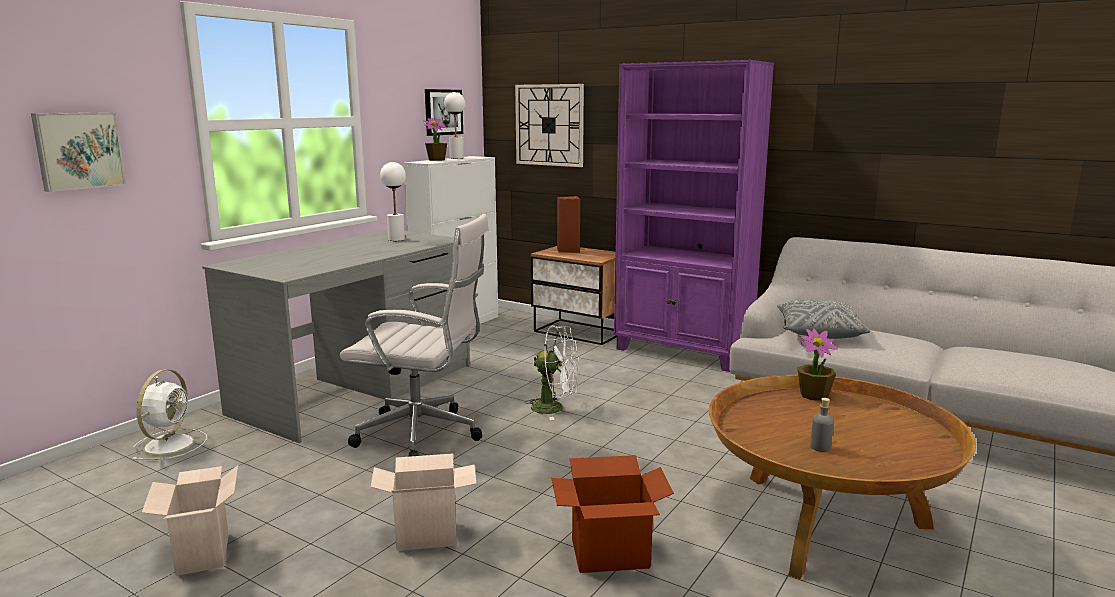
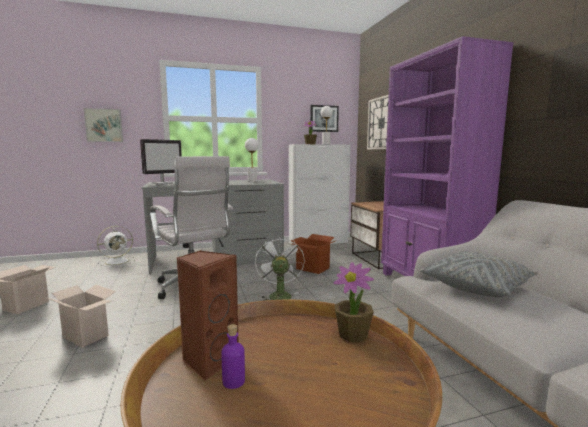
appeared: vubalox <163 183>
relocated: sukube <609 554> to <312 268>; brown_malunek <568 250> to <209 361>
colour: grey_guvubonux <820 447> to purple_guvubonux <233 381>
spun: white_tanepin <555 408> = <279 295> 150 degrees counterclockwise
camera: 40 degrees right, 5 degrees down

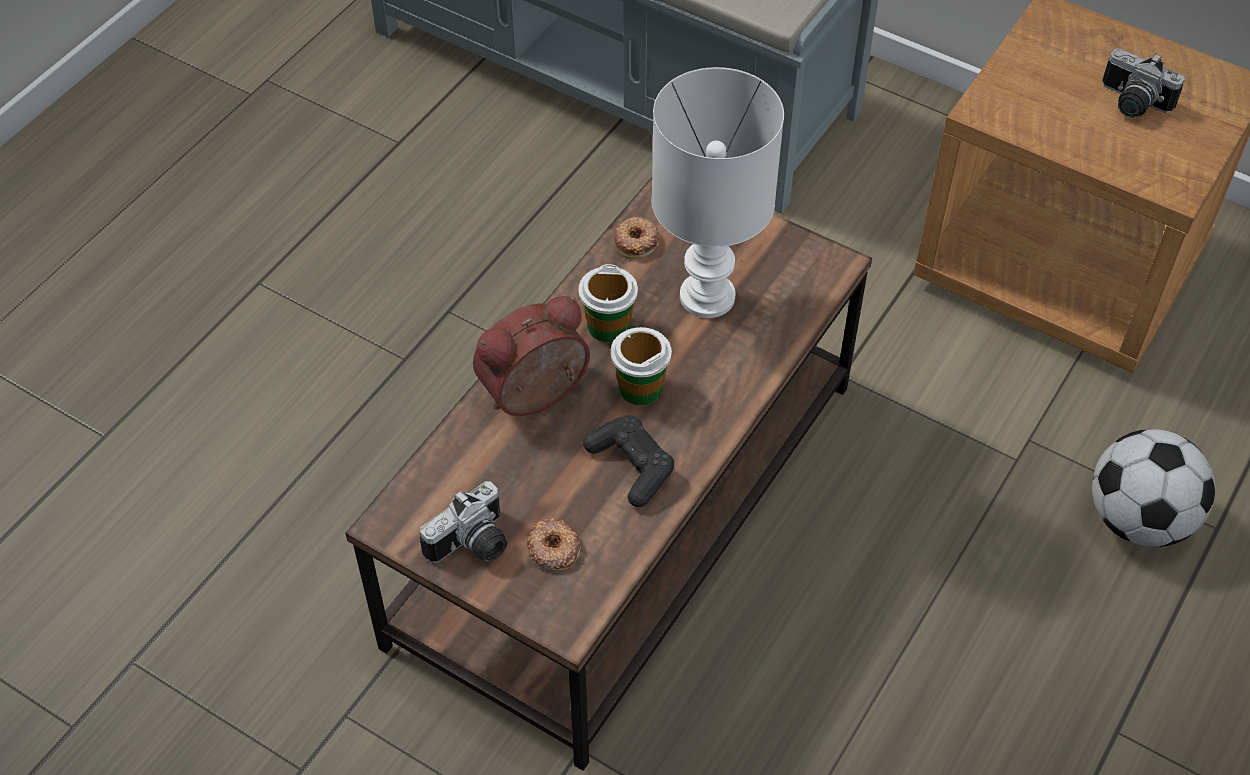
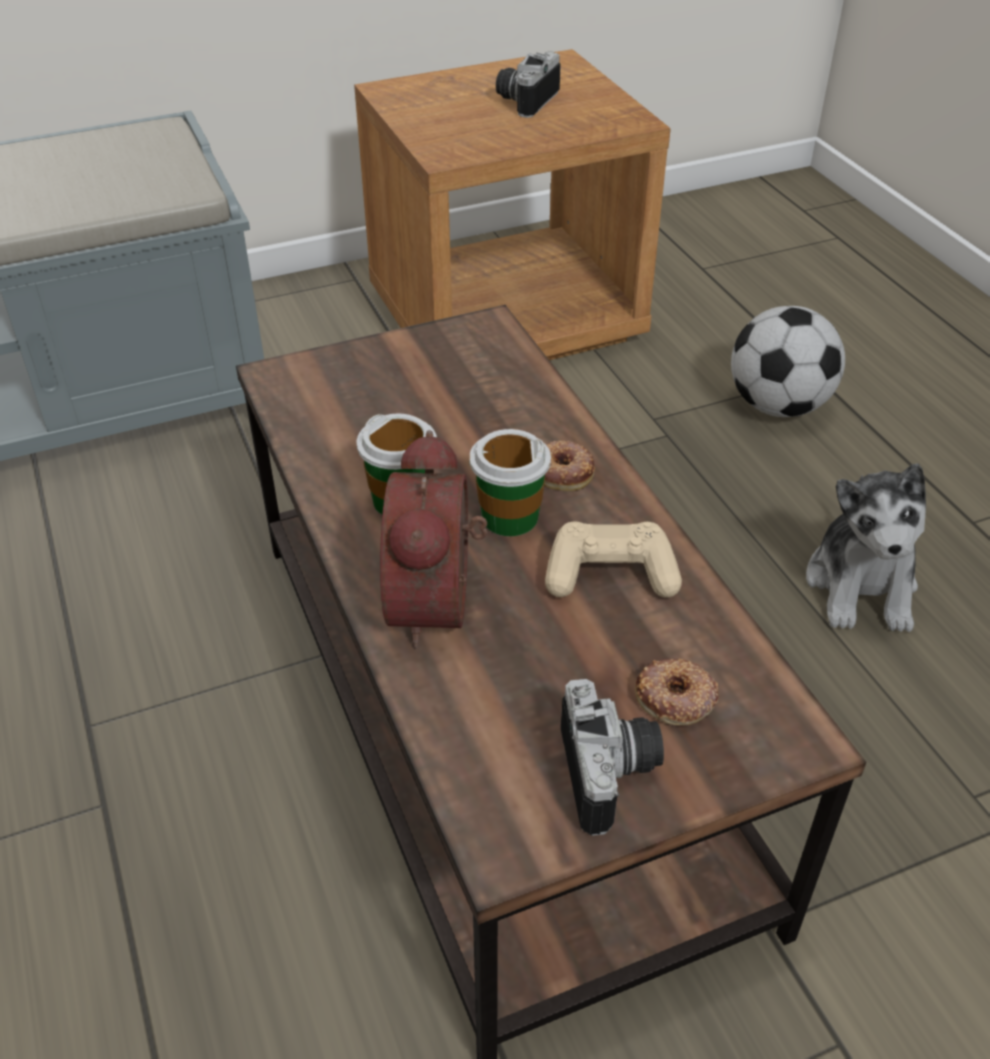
missing: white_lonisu <708 298>
appeared: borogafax <861 586>
relocated: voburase <636 241> to <562 471>
colour: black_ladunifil <631 466> to beige_ladunifil <610 574>
spun: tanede <1131 104> = <524 100> 135 degrees clockwise
camera: 55 degrees left, 10 degrees down

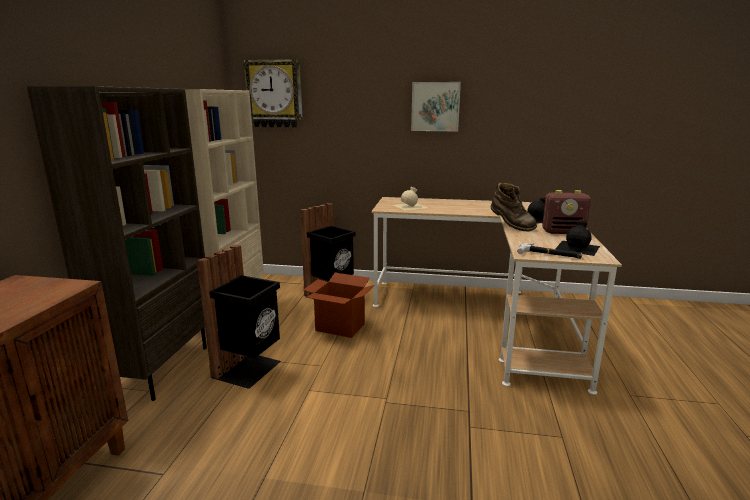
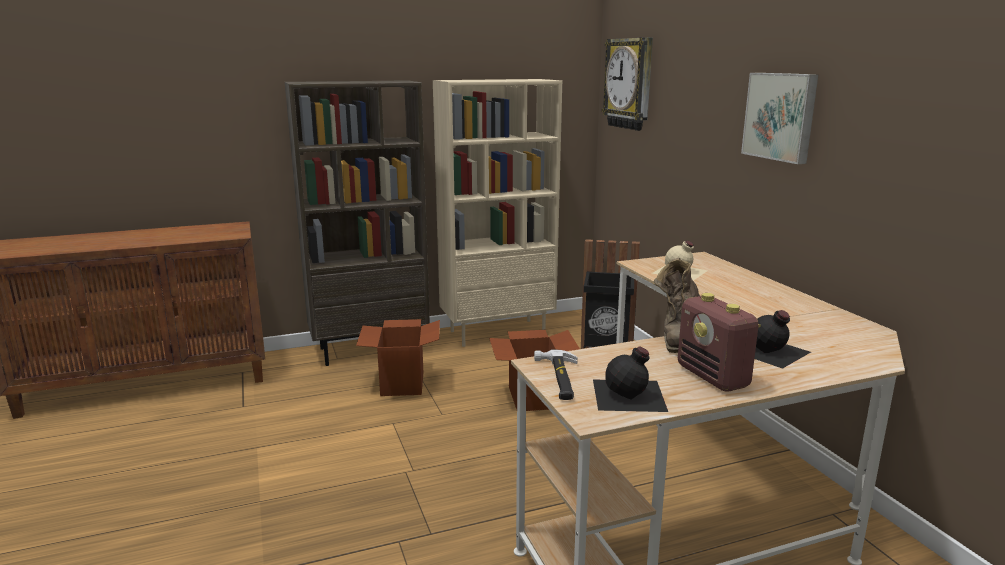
exchanged: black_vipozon <250 369> to sukube <402 383>
camera: 60 degrees right, 0 degrees up

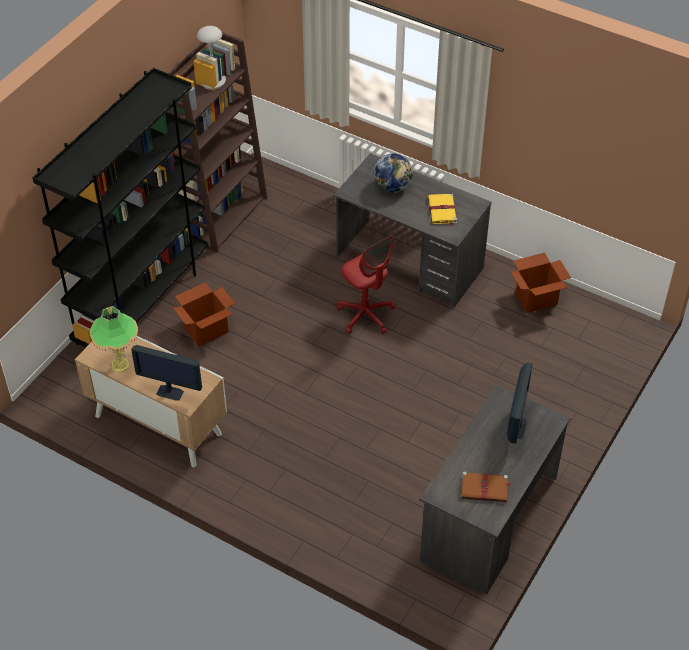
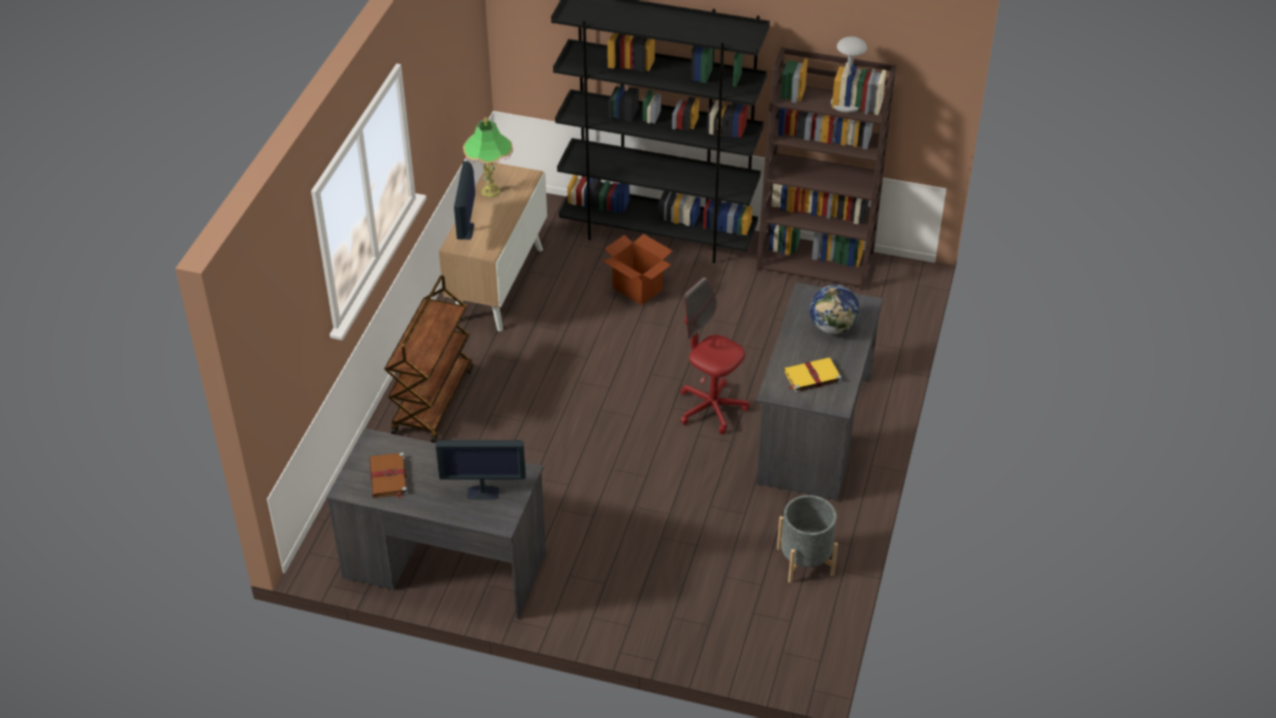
appeared: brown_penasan <432 400>
exchanged: sukube <536 299> to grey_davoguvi <805 561>
spun: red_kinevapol <365 315> = <711 408> 90 degrees clockwise
camera: 75 degrees right, 5 degrees down

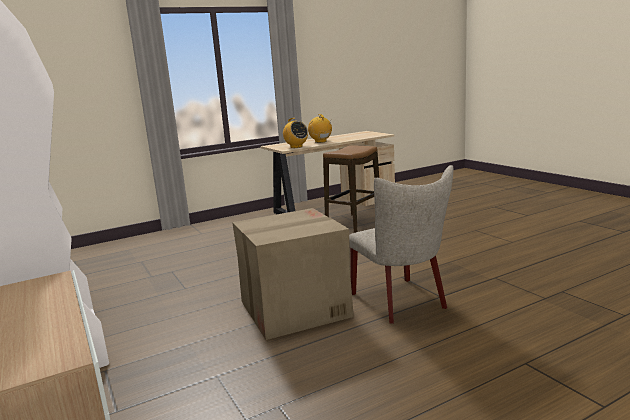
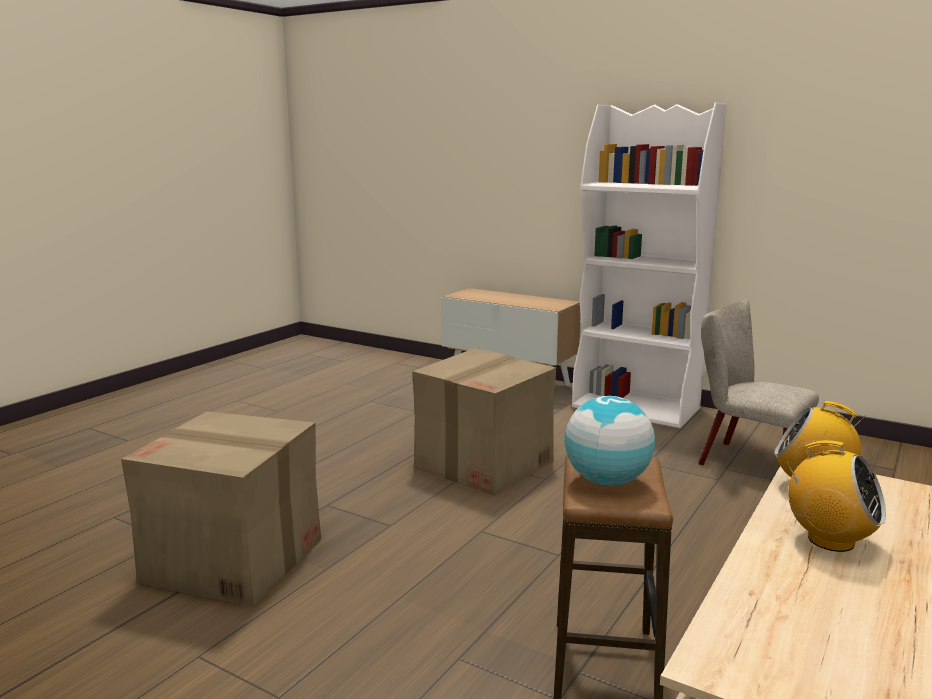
appeared: sukube <235 560>; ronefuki <606 481>
relocated: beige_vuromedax <402 302> to <746 462>
camera: 150 degrees right, 0 degrees up

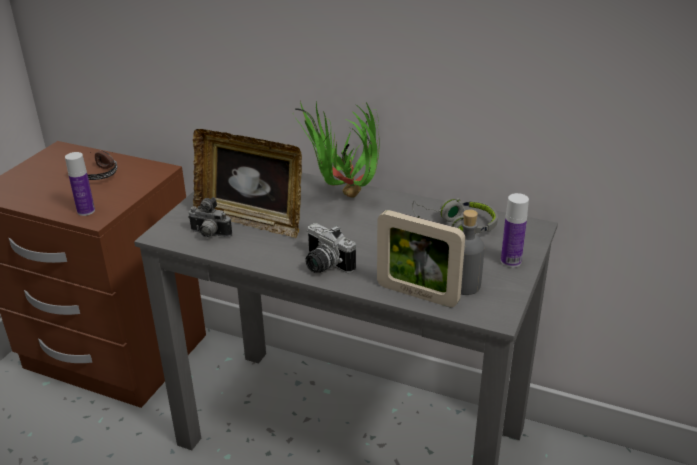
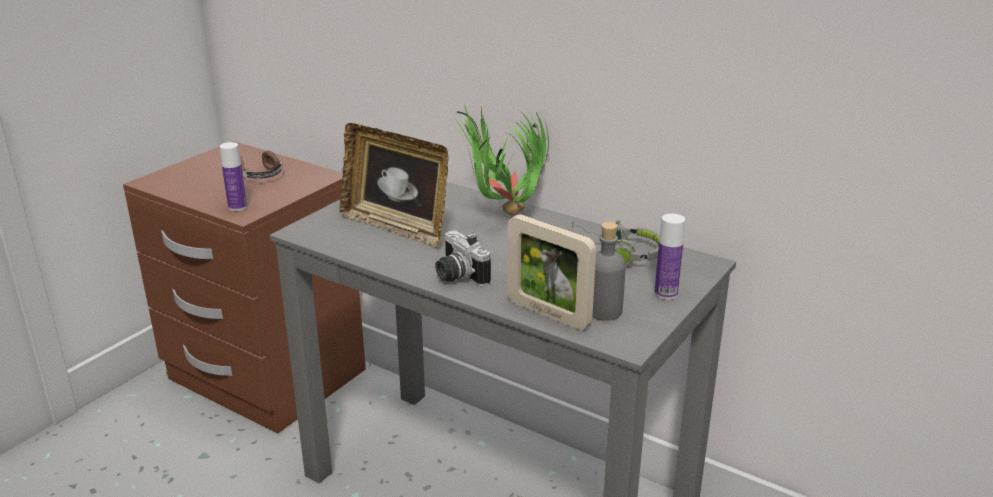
missing: tanede <209 235>
camera: 10 degrees right, 5 degrees down

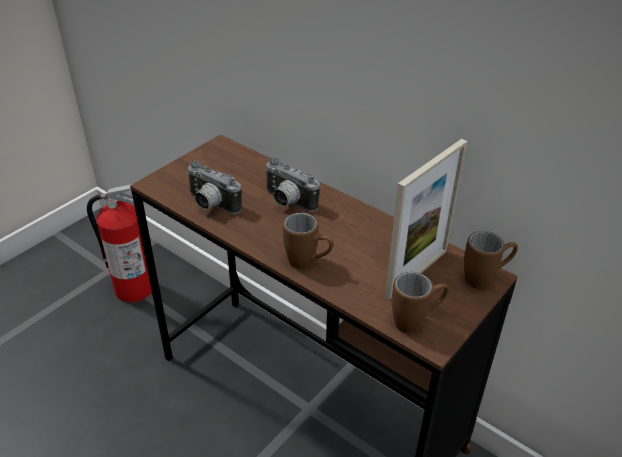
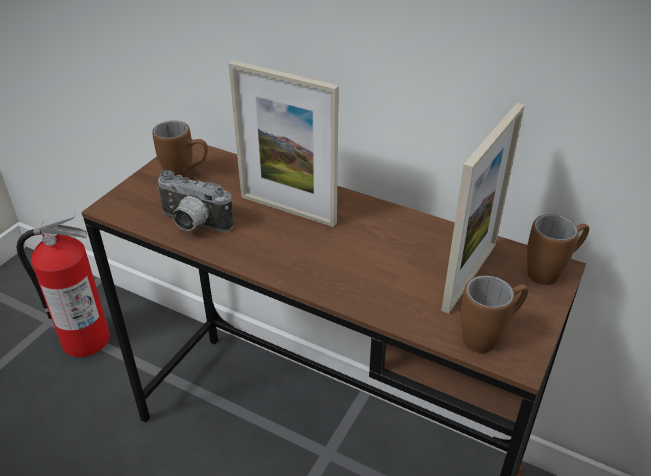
relocated: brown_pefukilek <308 263> to <186 175>
exchanged: tanede <287 202> to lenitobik <287 210>
camera: 10 degrees left, 0 degrees up

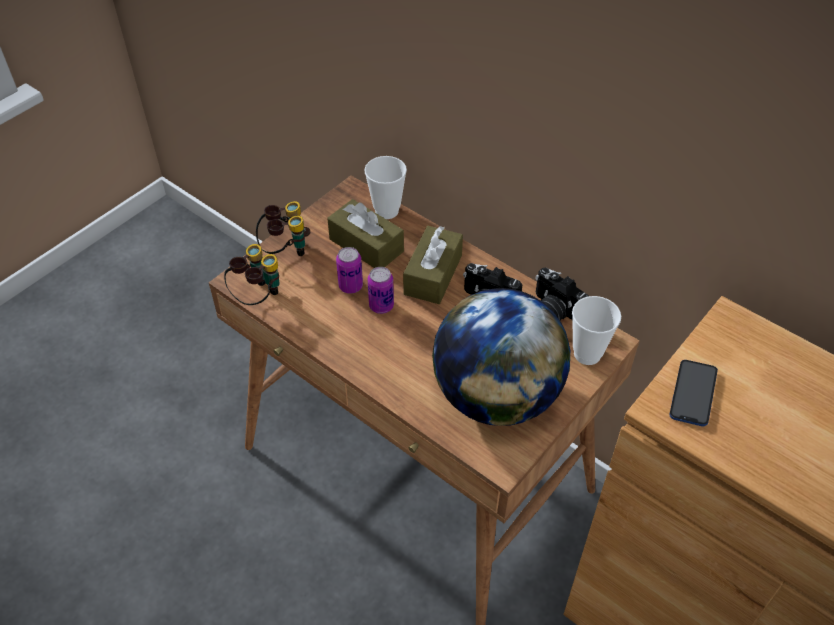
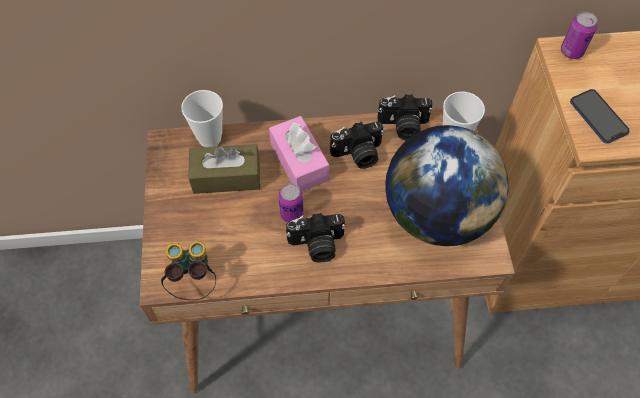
missing: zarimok <285 250>
appeared: tanede <317 245>
relocated: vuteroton <350 286> to <571 52>
colour: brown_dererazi <433 275> to pink_dererazi <299 162>
camera: 45 degrees left, 10 degrees up

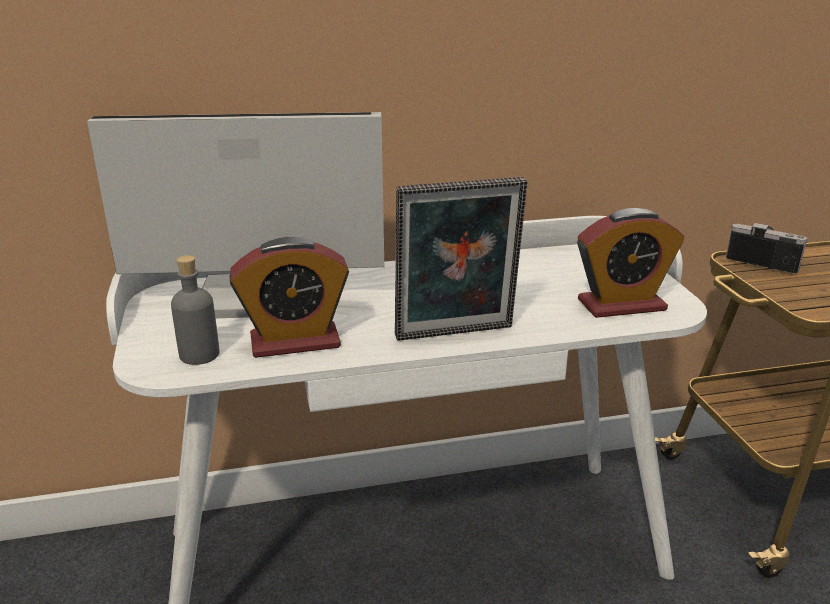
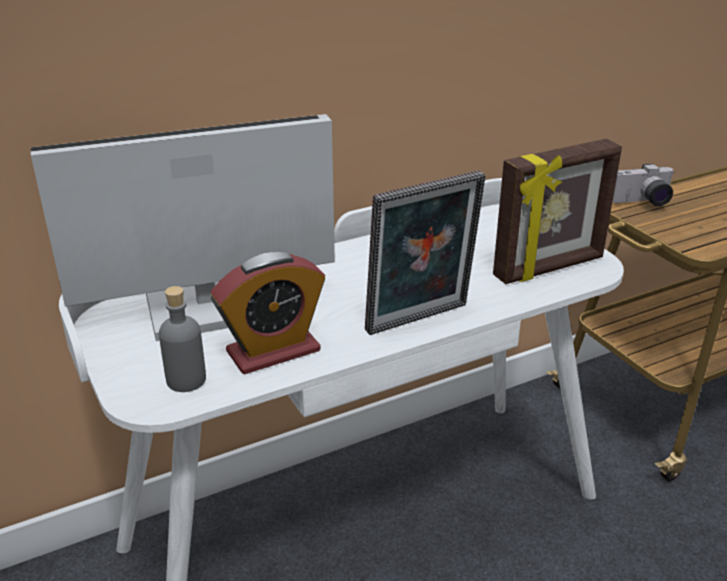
exchanged: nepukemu <621 305> to lenitobik <549 268>
spun: tanede <764 259> = <642 202> 150 degrees clockwise
camera: 15 degrees left, 5 degrees up

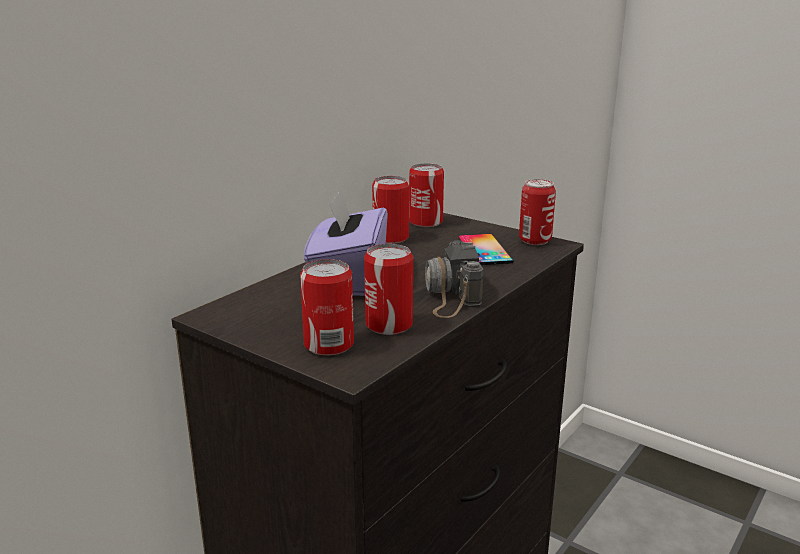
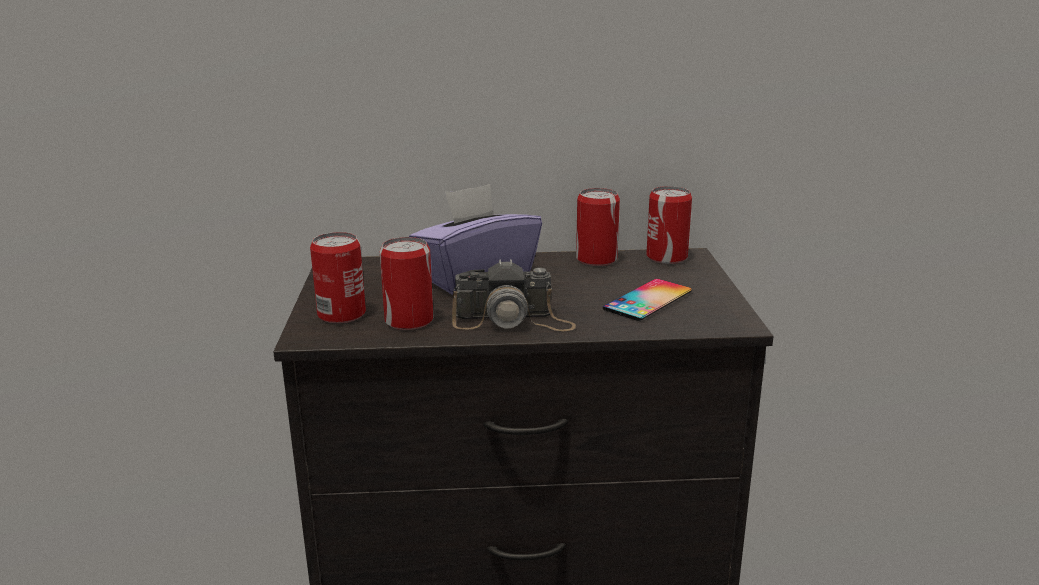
missing: vuteroton <535 240>
spun: tanede <450 294> = <513 320> 135 degrees counterclockwise
camera: 50 degrees right, 0 degrees up

